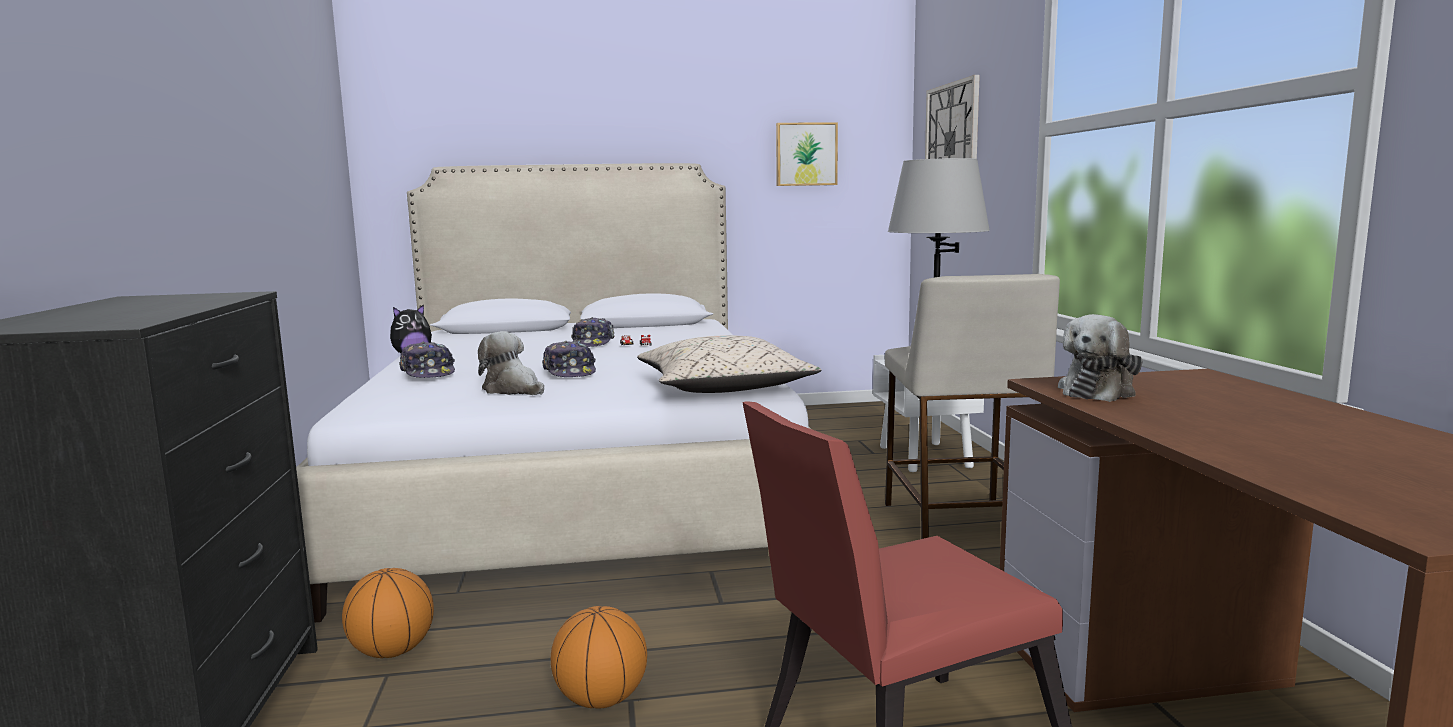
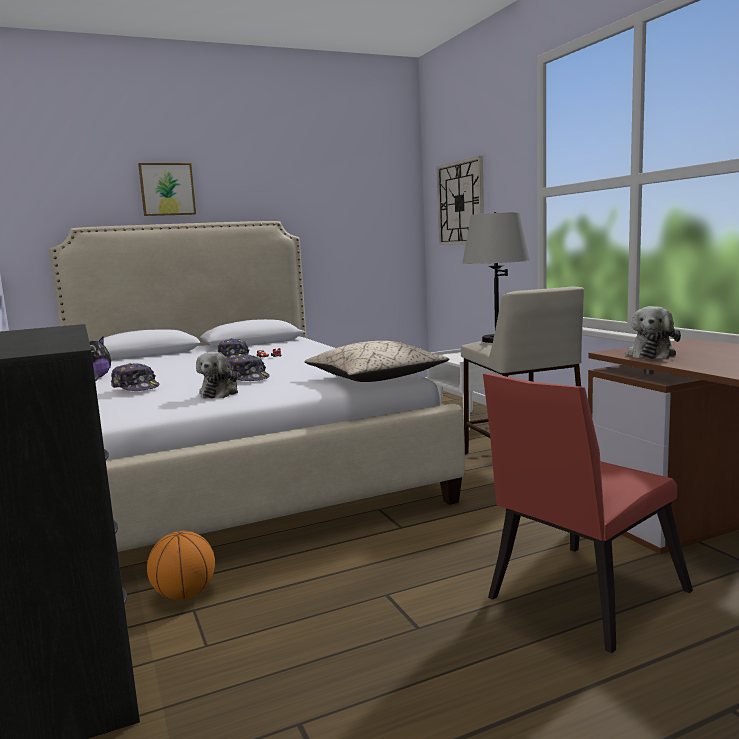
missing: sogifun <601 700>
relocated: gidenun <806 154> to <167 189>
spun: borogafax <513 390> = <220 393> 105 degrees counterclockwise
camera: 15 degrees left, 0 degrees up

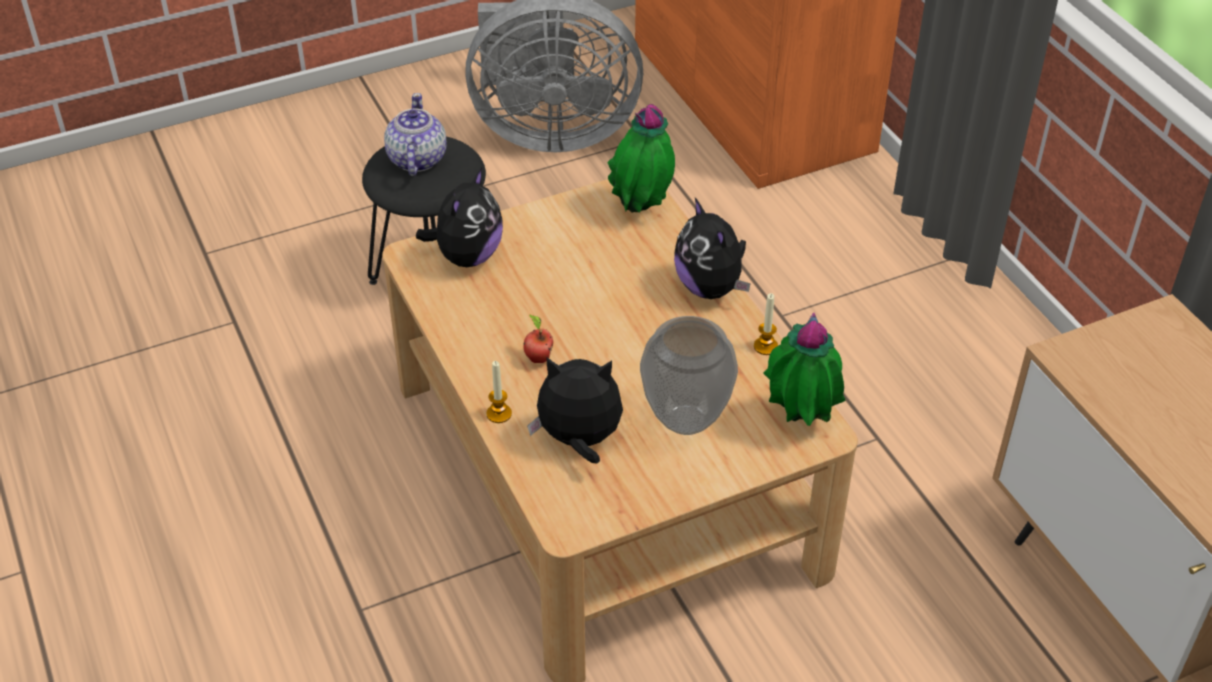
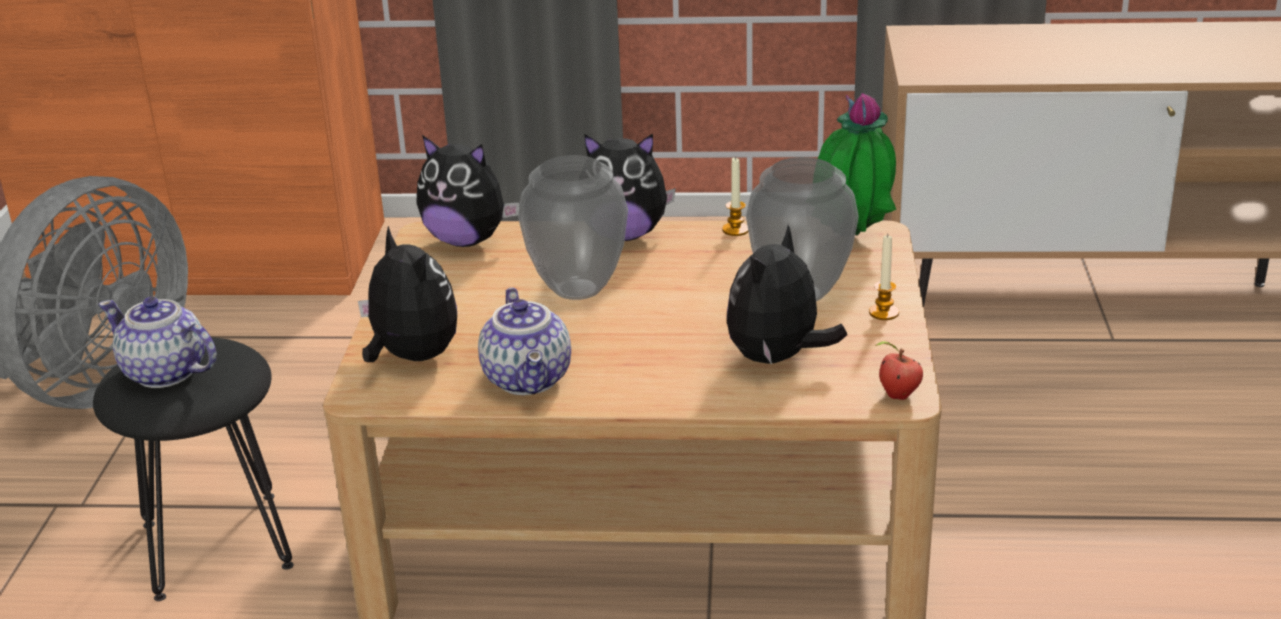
appeared: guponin <530 379>; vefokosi <578 291>
relocated: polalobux <499 414> to <884 313>; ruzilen <538 358> to <897 395>
exchanged: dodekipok <642 211> to borogafax <467 240>
camera: 60 degrees left, 15 degrees down

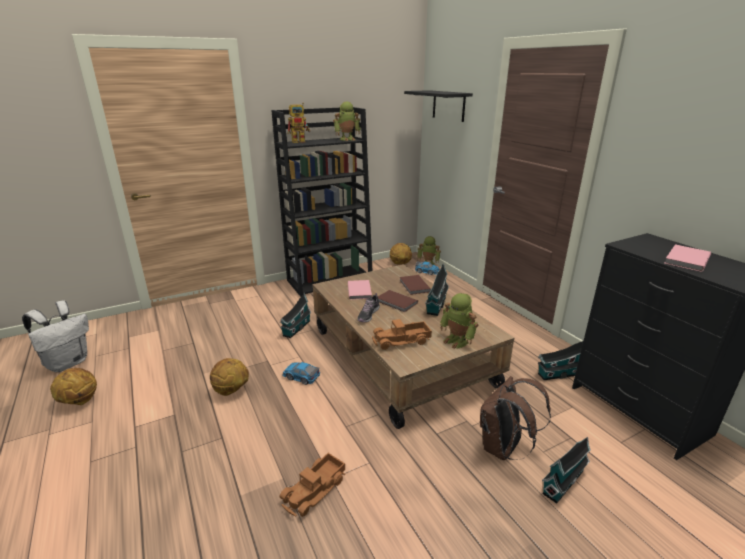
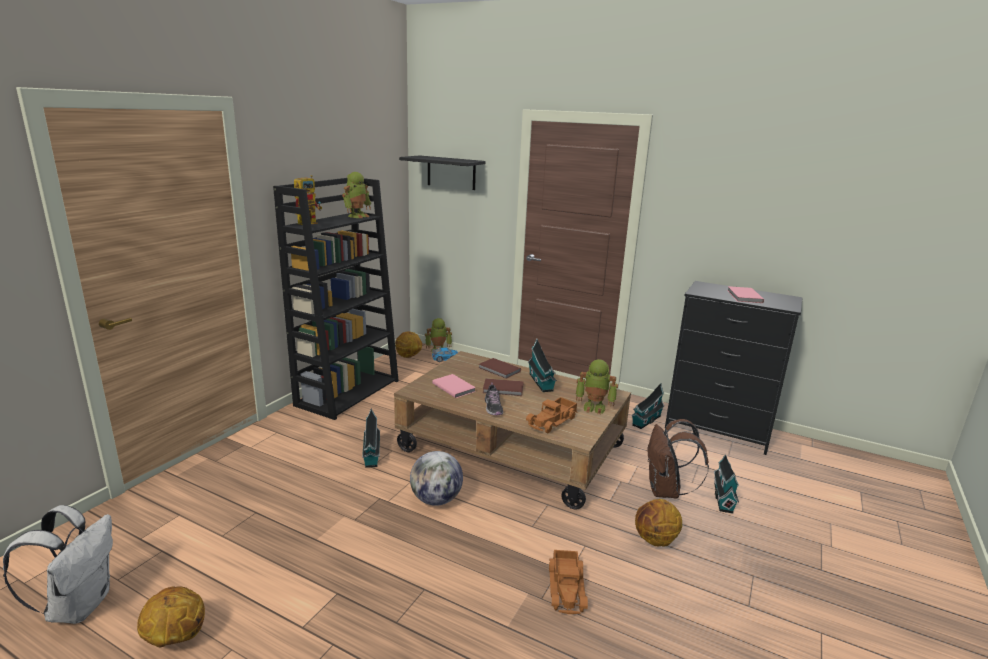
relocated: sogifun <231 390> to <655 540>
exchanged: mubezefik <301 376> to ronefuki <436 500>
camera: 35 degrees left, 5 degrees down

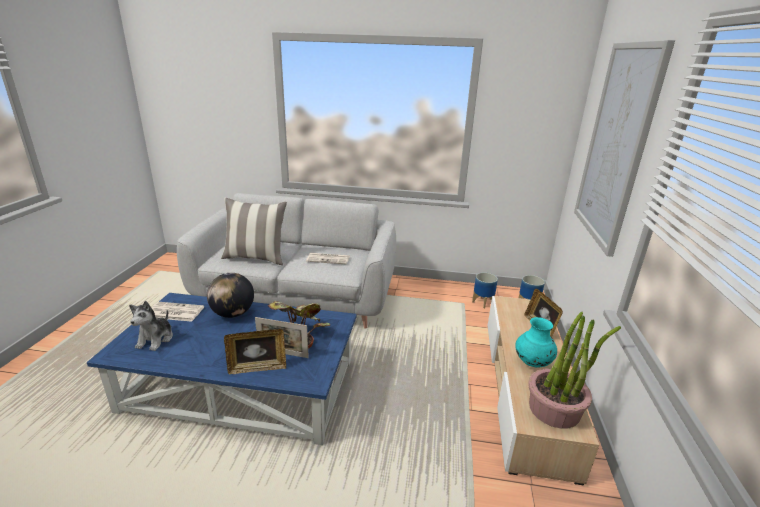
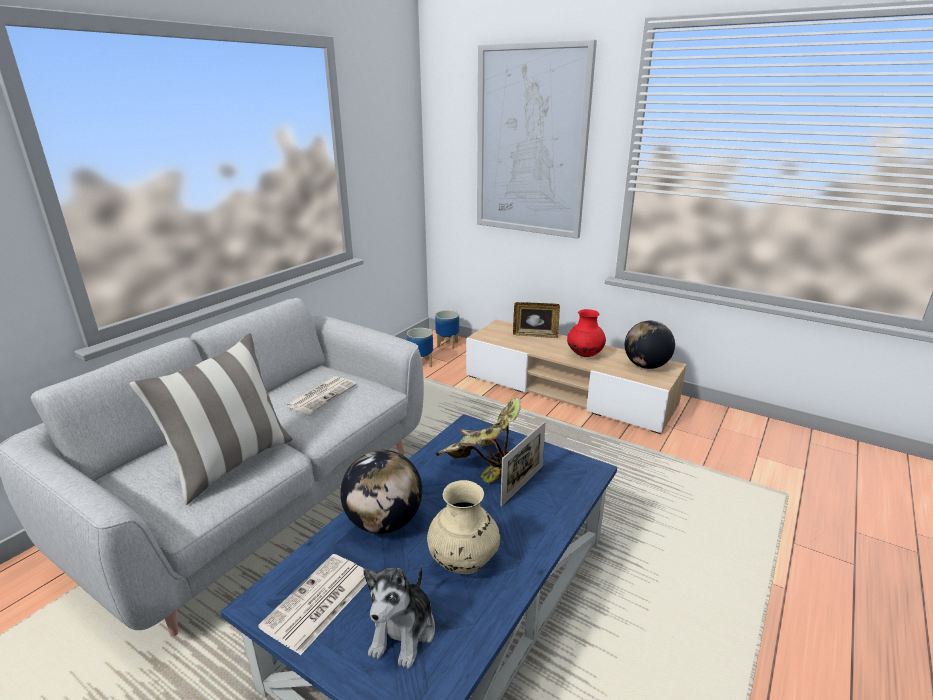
missing: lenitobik <257 368>
appeared: beige_vefokosi <463 562>
exchanged: dodekipok <555 409> to ronefuki <646 366>
colour: turquoise_vefokosi <532 363> to red_vefokosi <585 355>
spun: borogafax <156 339> = <403 632> 75 degrees clockwise
camera: 65 degrees left, 0 degrees up

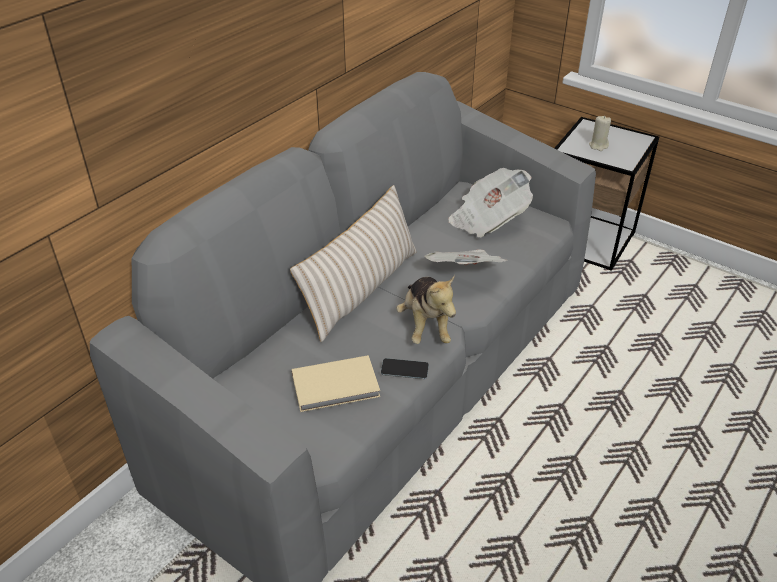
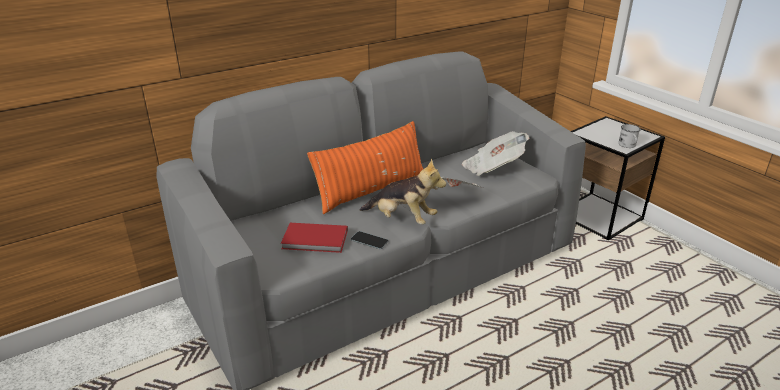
missing: beige_polalobux <598 146>
appeared: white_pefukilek <628 146>
colour: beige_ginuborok <361 289> to orange_ginuborok <371 190>; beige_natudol <337 386> to red_natudol <315 240>
spun: borogafax <425 325> = <402 219> 75 degrees counterclockwise
camera: 20 degrees right, 10 degrees down

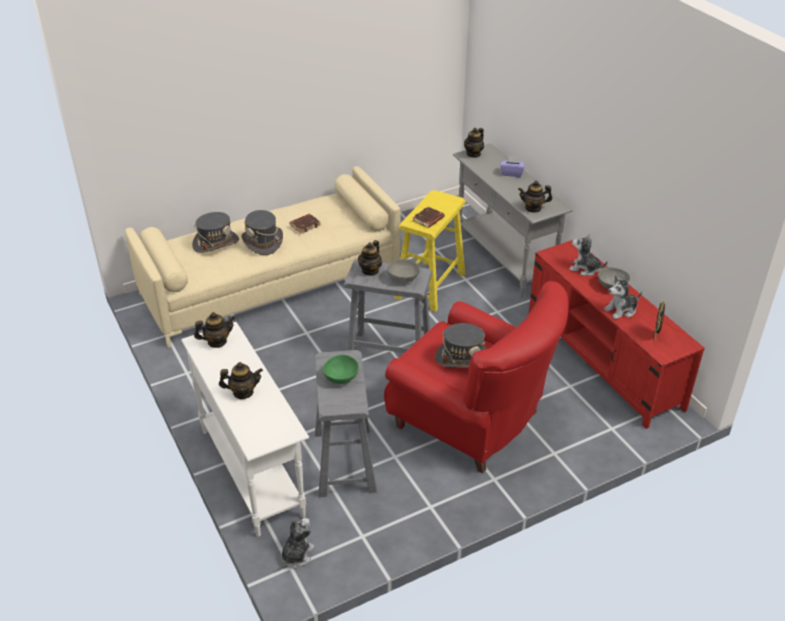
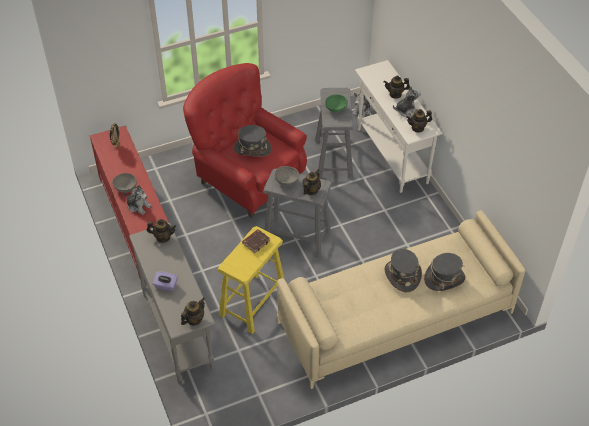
missing: brown_natudol <305 225>
relocated: borogafax <621 310> to <406 110>
camera: 175 degrees left, 10 degrees up

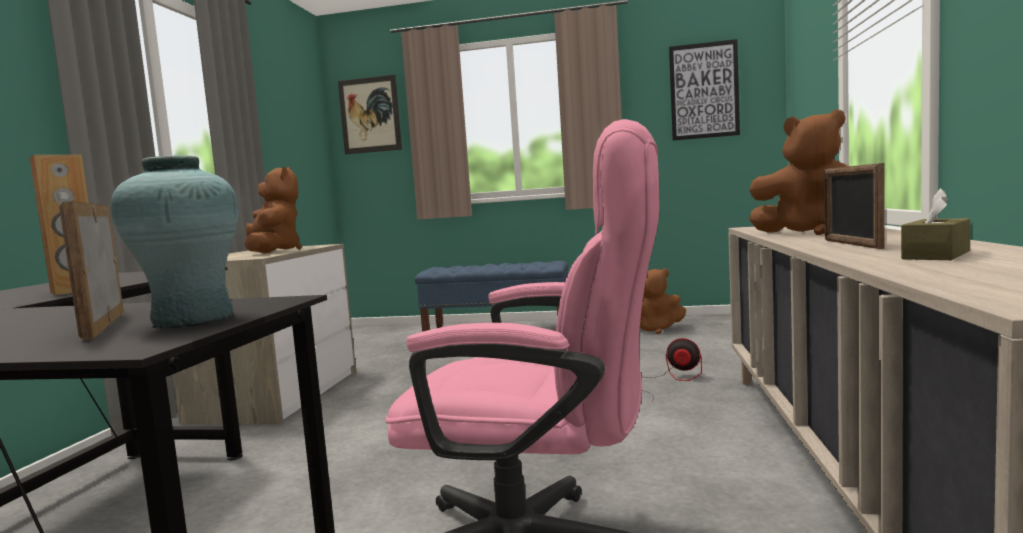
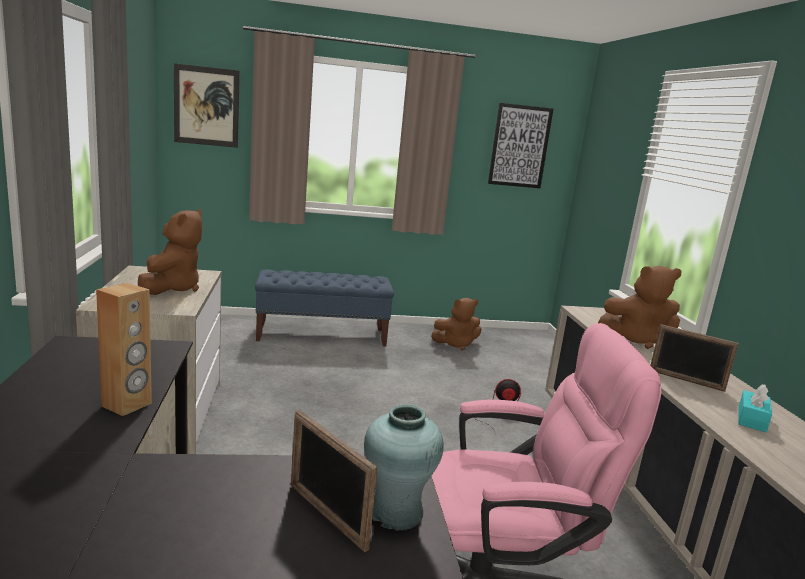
colour: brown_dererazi <936 255> to turquoise_dererazi <751 419>
spun: brown_borogafax <273 251> = <172 288> 45 degrees clockwise; lenitobik <851 244> = <686 380> 45 degrees counterclockwise
camera: 20 degrees left, 10 degrees up

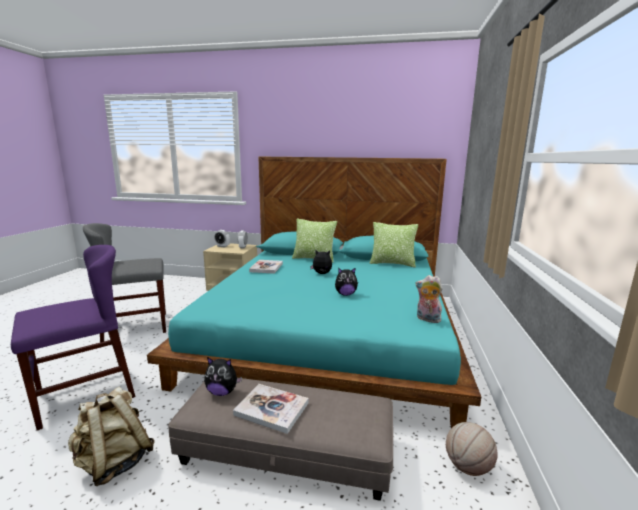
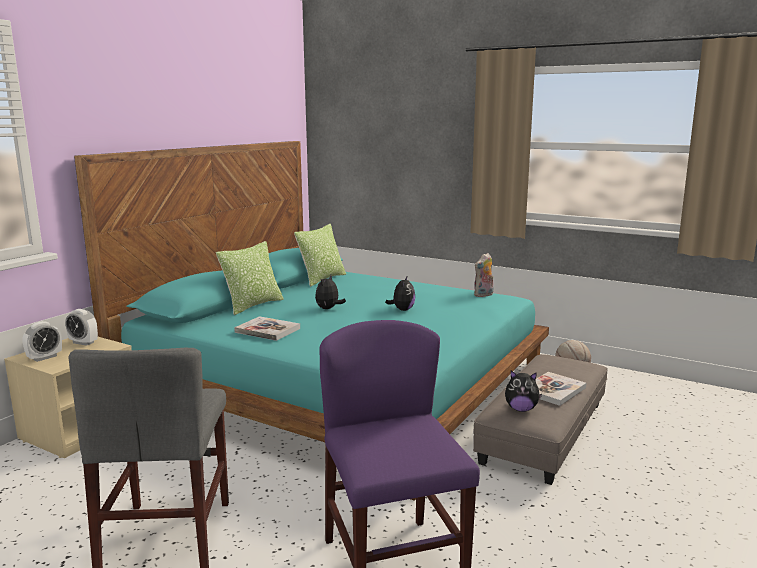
missing: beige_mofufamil <114 462>
spun: borogafax <222 392> = <521 409> 75 degrees clockwise
camera: 70 degrees left, 0 degrees up

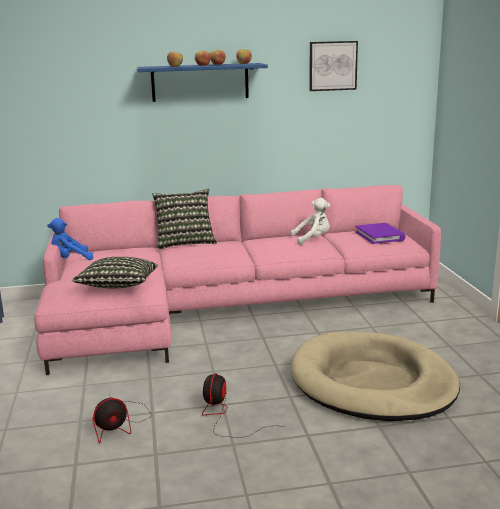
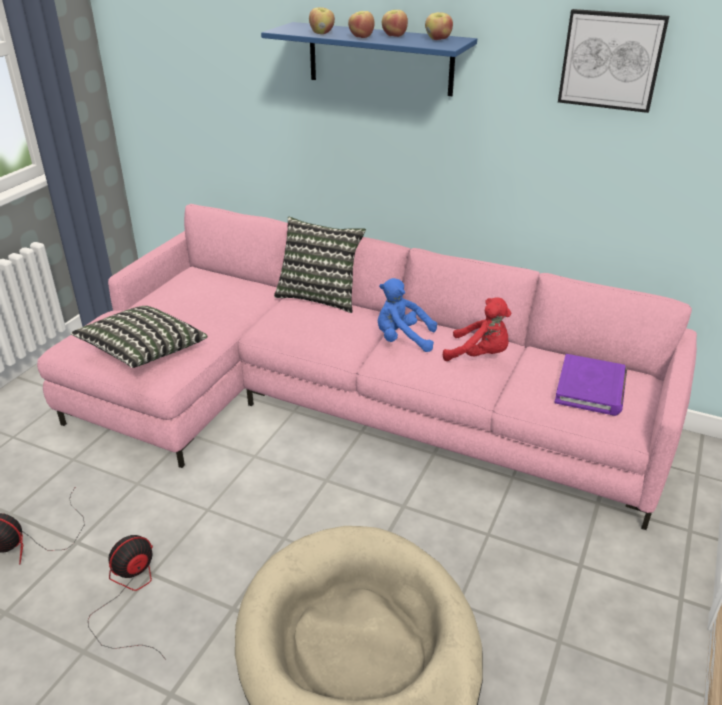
relocated: blue_borogafax <69 260> to <402 339>
colour: white_borogafax <313 239> to red_borogafax <480 355>
camera: 35 degrees right, 15 degrees up

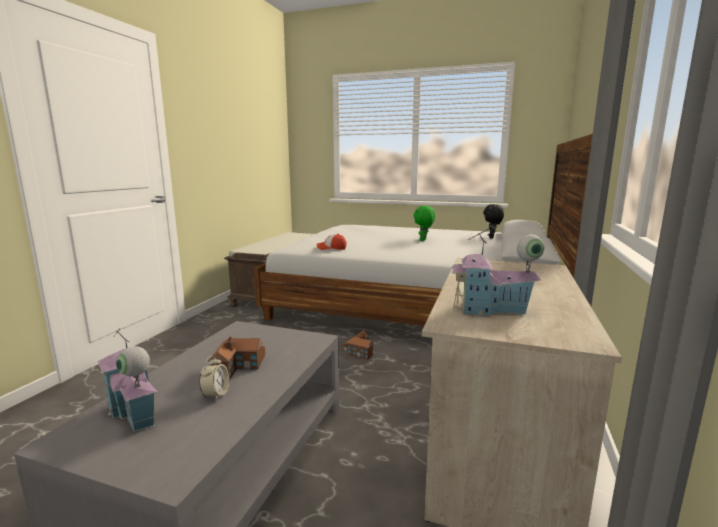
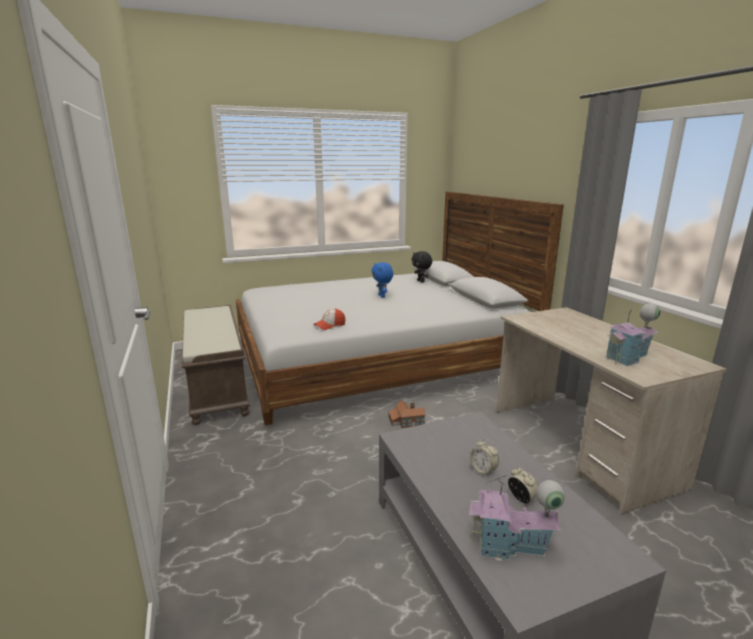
exchanged: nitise <239 366> to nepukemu <483 470>
colour: green_borogafax <423 240> to blue_borogafax <382 296>
camera: 40 degrees left, 5 degrees up

